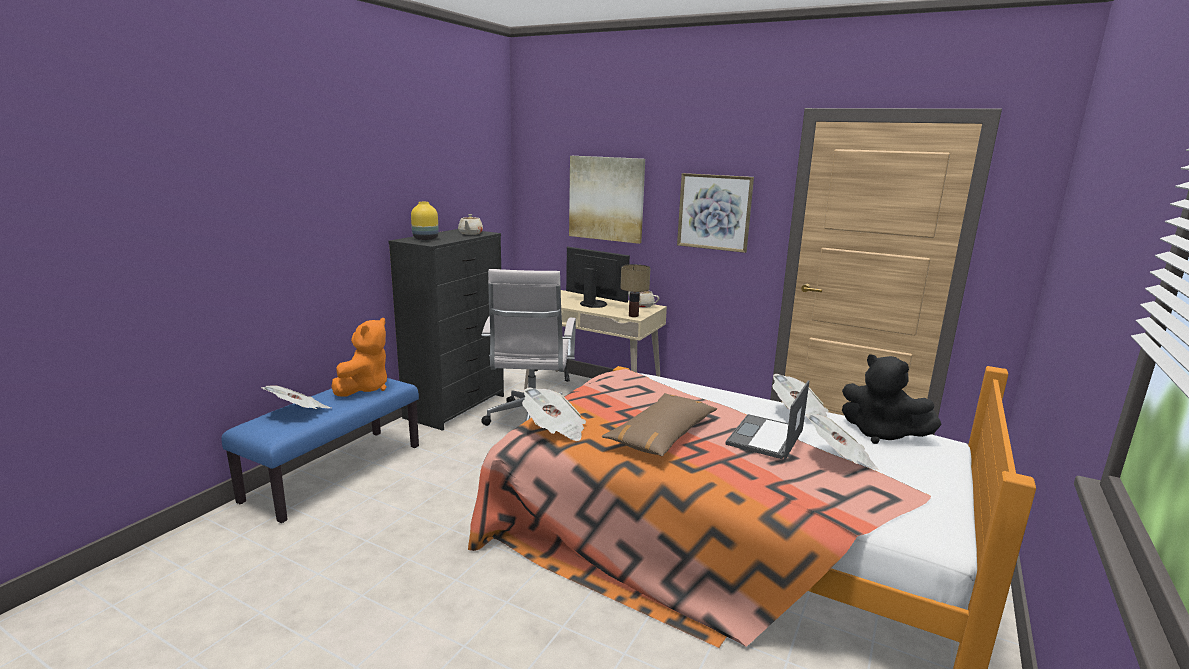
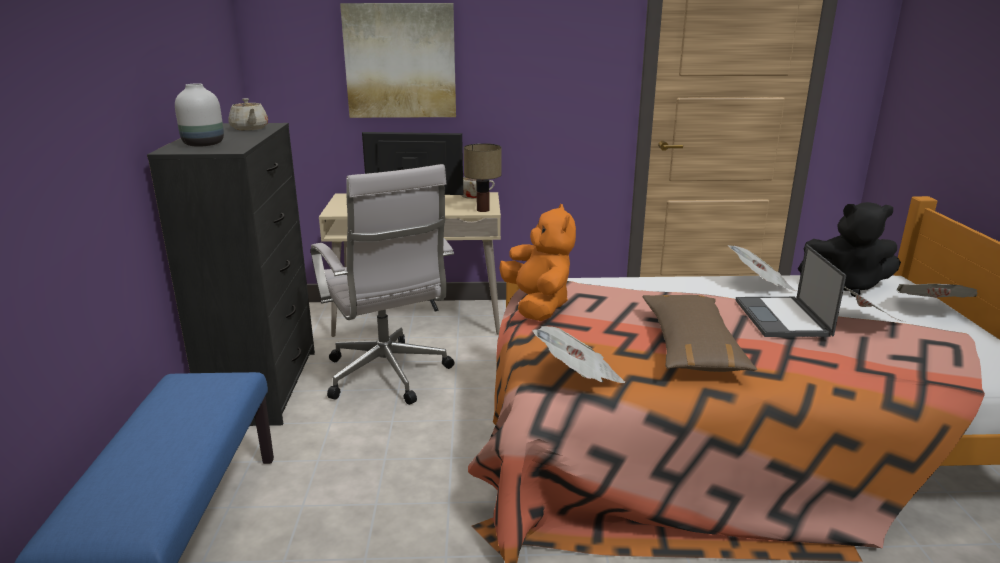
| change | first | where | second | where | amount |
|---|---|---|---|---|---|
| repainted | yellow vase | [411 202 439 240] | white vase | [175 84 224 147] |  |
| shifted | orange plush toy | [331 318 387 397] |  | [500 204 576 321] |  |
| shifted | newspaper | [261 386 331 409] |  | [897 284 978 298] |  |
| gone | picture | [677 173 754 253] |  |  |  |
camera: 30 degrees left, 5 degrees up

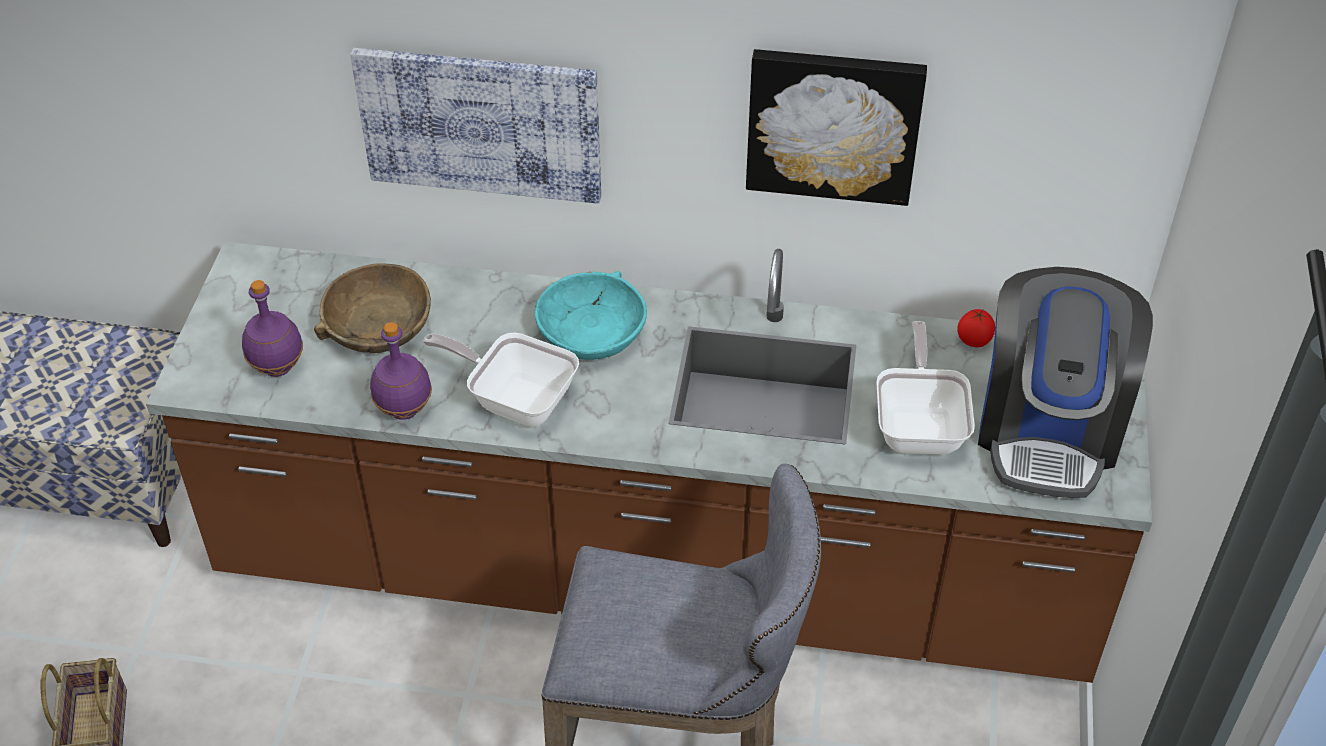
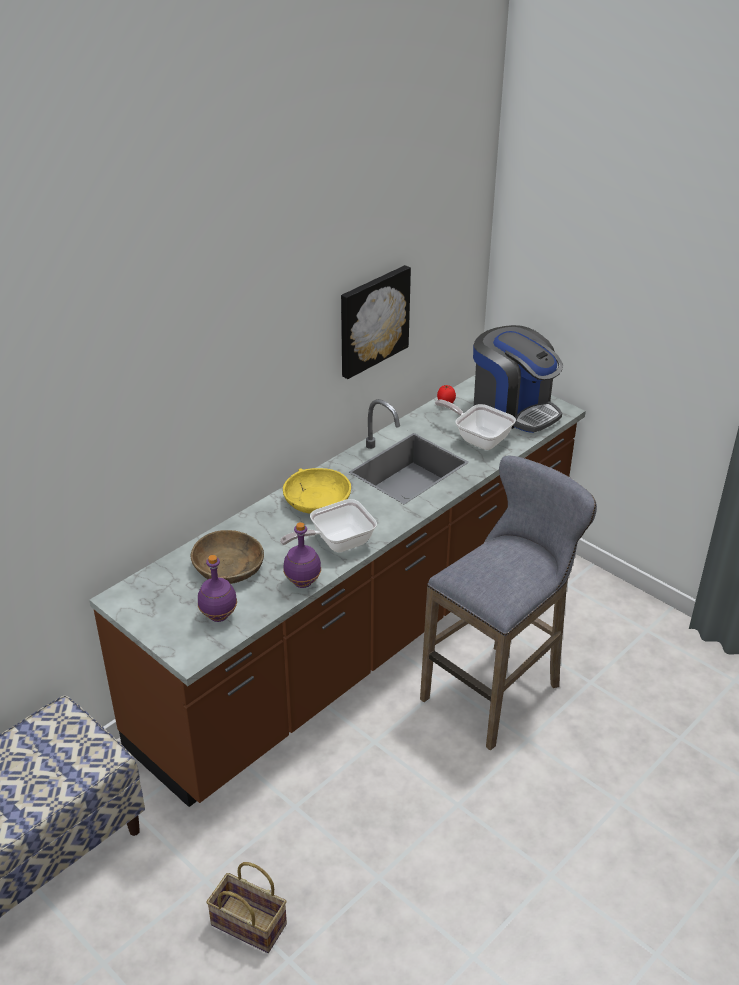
| change | first | where | second | where | amount |
|---|---|---|---|---|---|
| repainted | turquoise bowl | [535 271 647 360] | yellow bowl | [283 468 351 514] |  |
| gone | picture | [350 48 601 204] |  |  |  |
camera: 55 degrees left, 10 degrees down

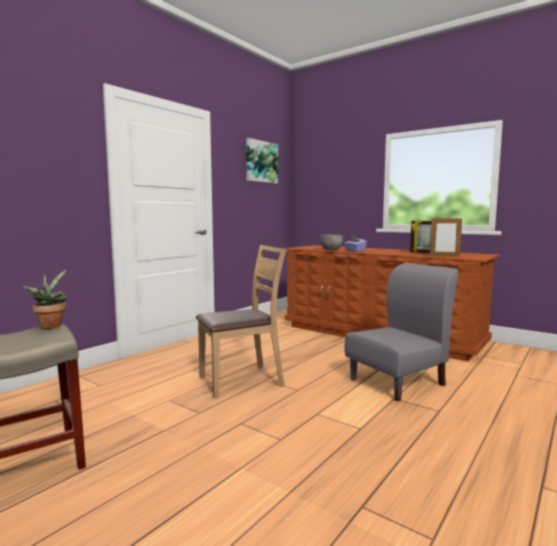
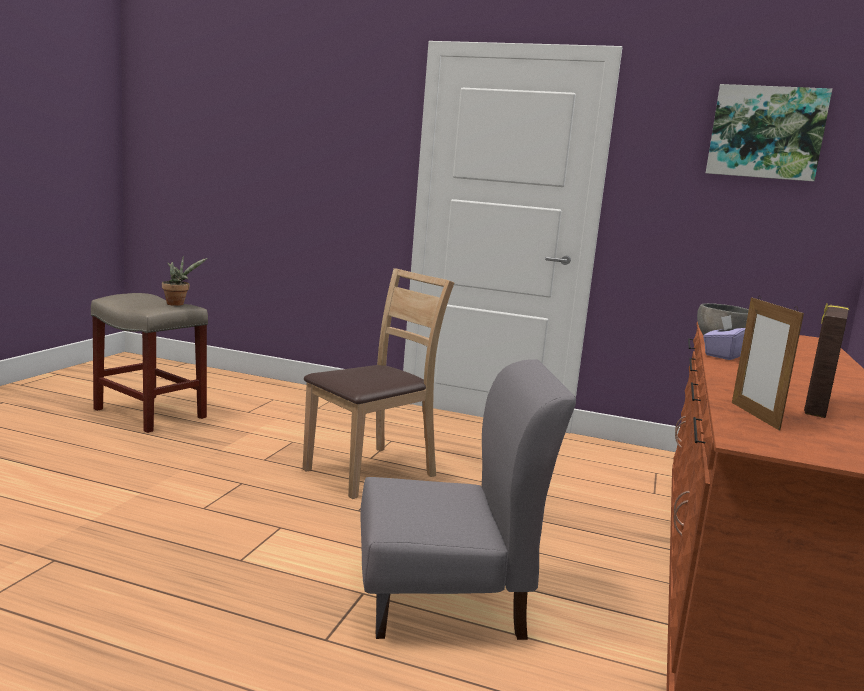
| change | first | where | second | where | amount |
|---|---|---|---|---|---|
| rotated | brown chair | [196 245 287 398] |  | [303 268 454 499] | 90 degrees counterclockwise |
| rotated | grey chair | [345 263 458 401] |  | [360 359 576 640] | 45 degrees counterclockwise |
camera: 70 degrees right, 5 degrees up

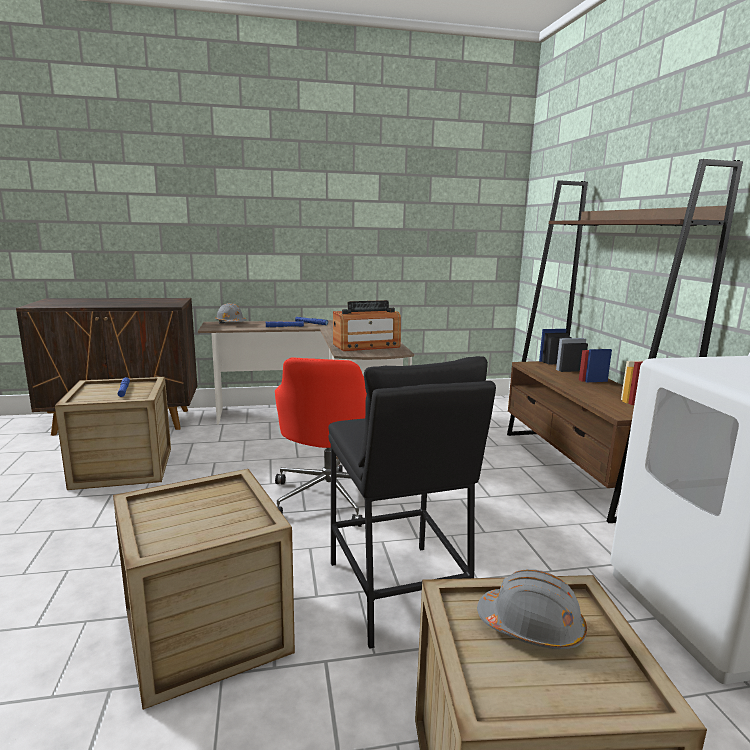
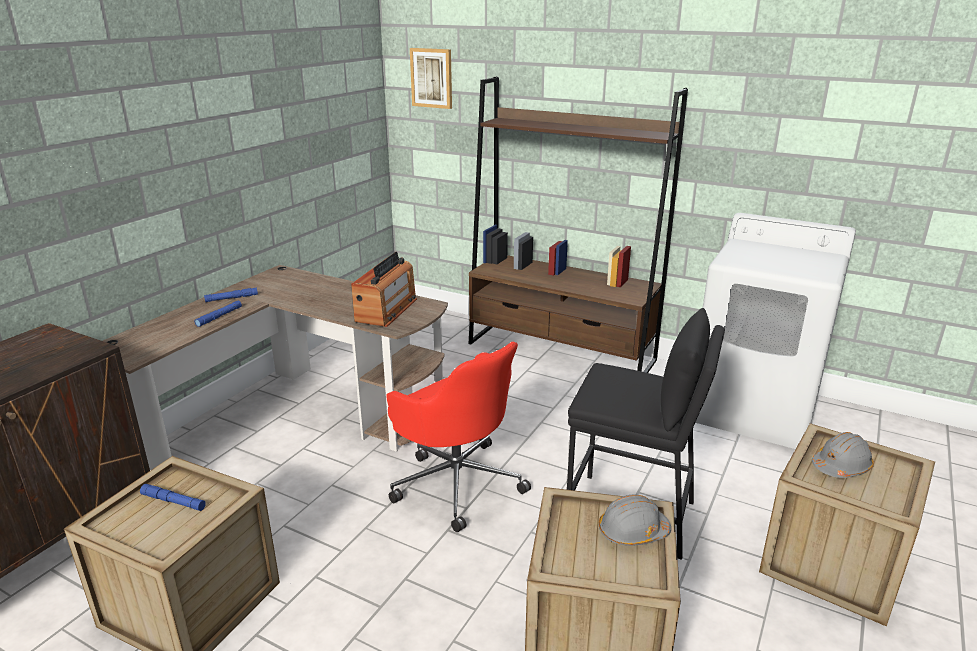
| change | first | where | second | where | amount |
|---|---|---|---|---|---|
| new |  |  | picture | [410 48 452 109] |  |
| shifted | grey hard hat | [215 303 247 322] |  | [598 494 671 546] |  |
camera: 50 degrees left, 10 degrees up

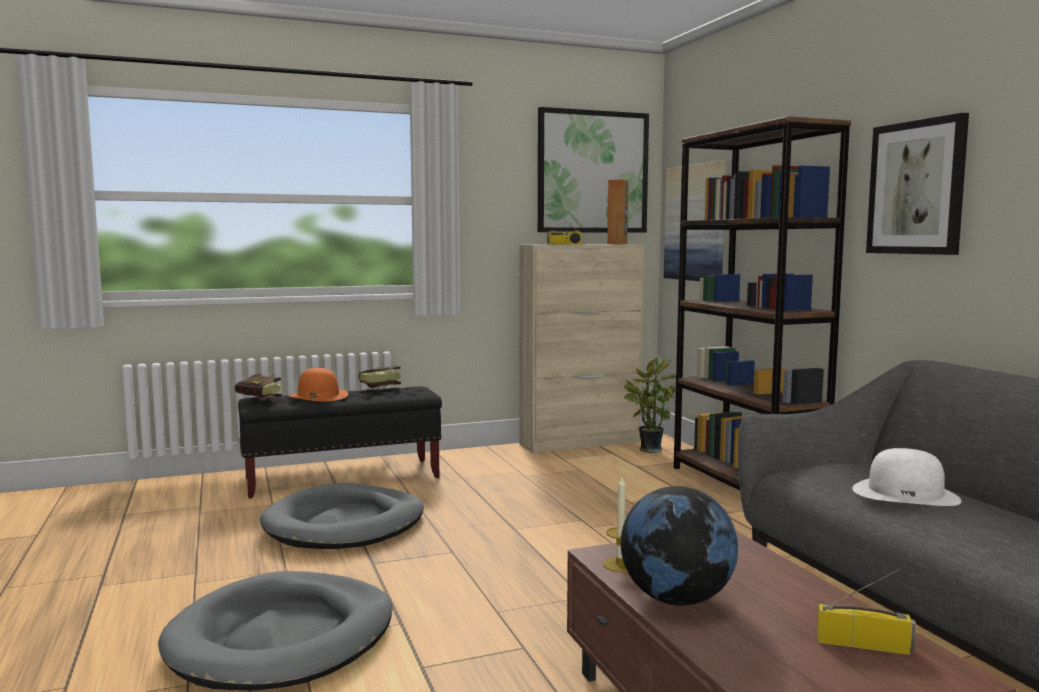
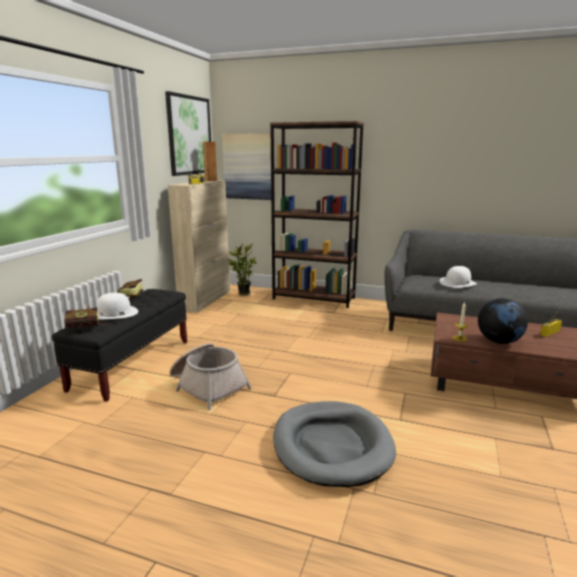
| change | first | where | second | where | amount |
|---|---|---|---|---|---|
| repainted | orange hat | [289 368 348 401] | white hat | [97 293 138 320] |  |
| swapped | grey dog bed | [260 483 424 549] | basket | [170 343 252 410] |  |
| gone | picture | [866 113 969 255] |  |  |  |
camera: 50 degrees left, 10 degrees up

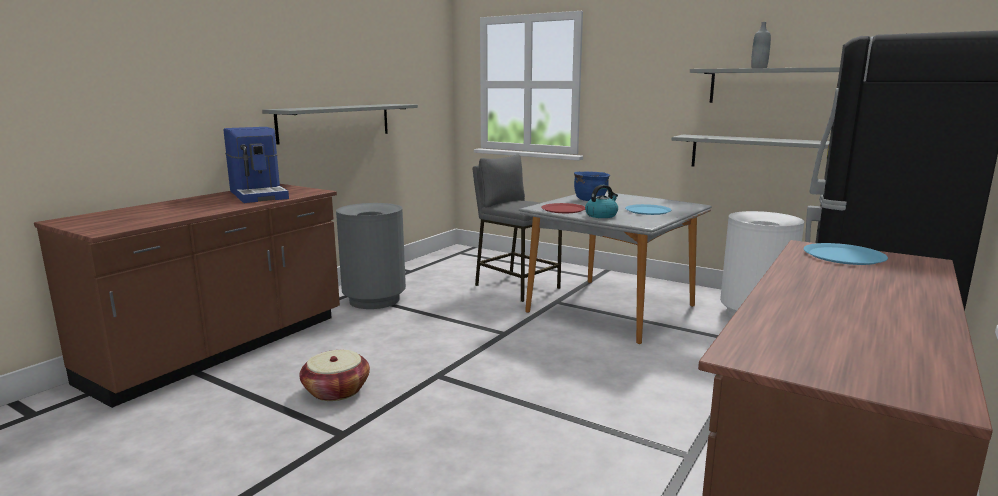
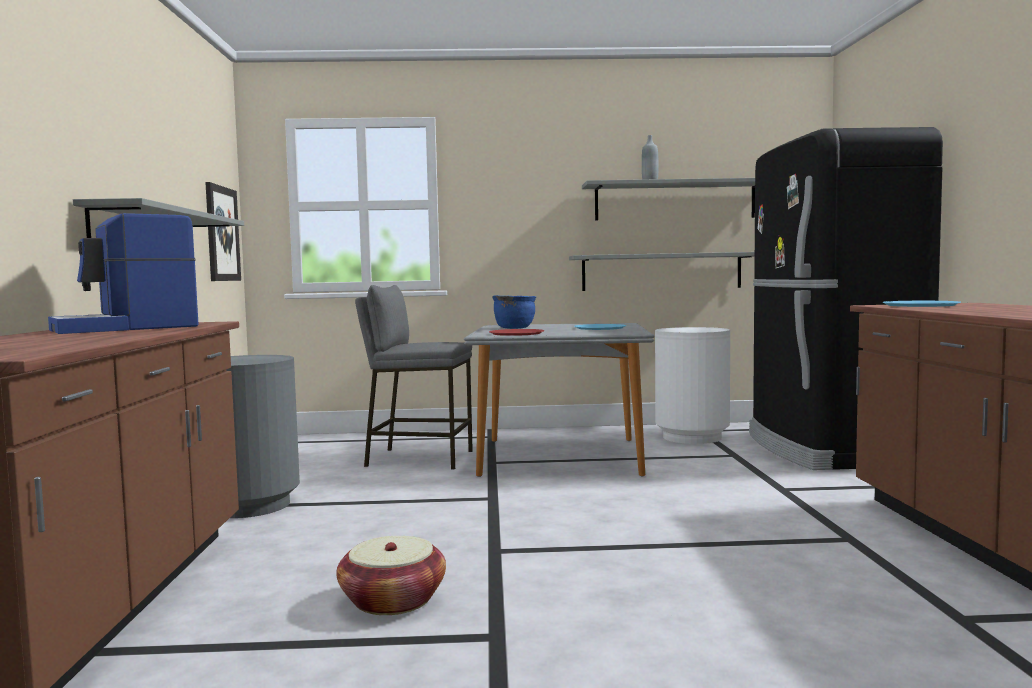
| change | first | where | second | where | amount |
|---|---|---|---|---|---|
| rotated | coffee machine | [223 127 289 203] |  | [48 213 199 334] | 120 degrees clockwise |
| new |  |  | picture | [205 182 241 281] |  |
| gone | kettle | [585 185 618 218] |  |  |  |
camera: 35 degrees left, 10 degrees down

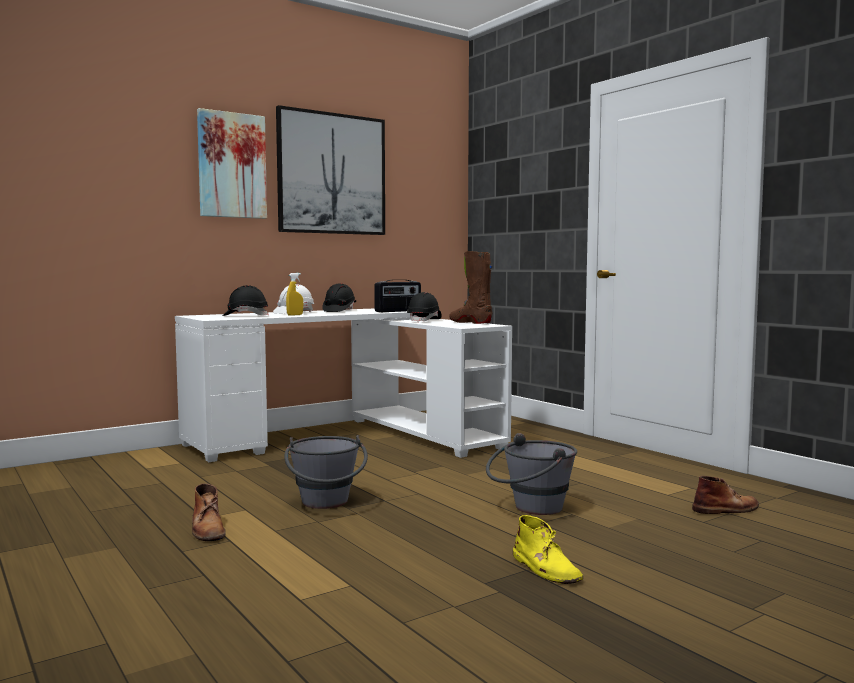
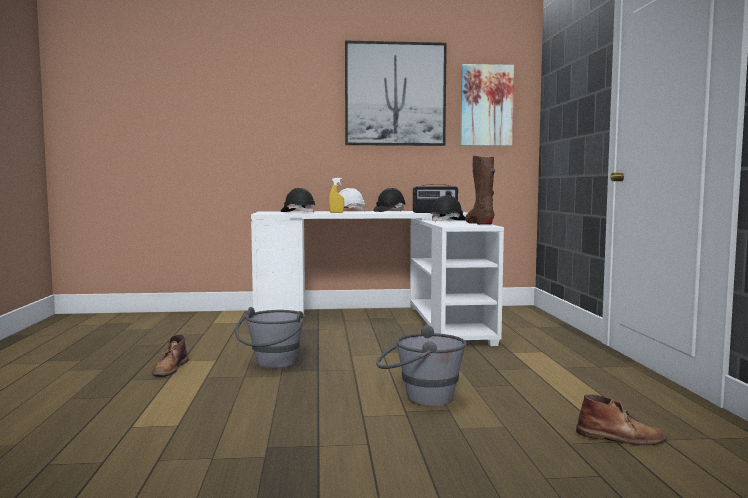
| change | first | where | second | where | amount |
|---|---|---|---|---|---|
| shifted | picture | [197 108 267 219] |  | [460 64 514 146] |  |
| gone | yellow boot | [513 515 583 584] |  |  |  |
camera: 30 degrees right, 0 degrees up

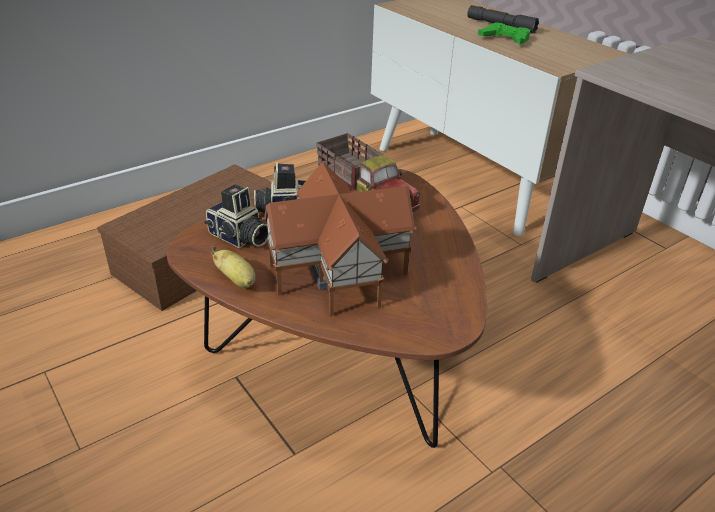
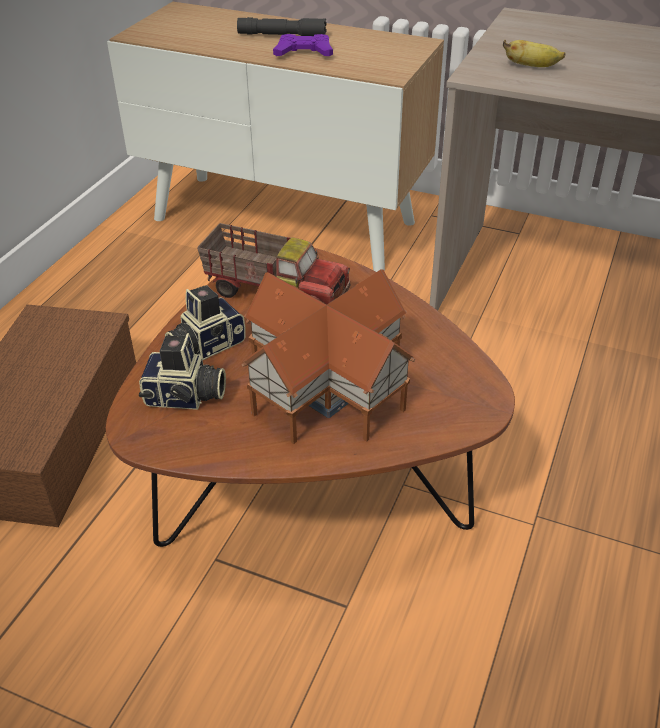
| change | first | where | second | where | amount |
|---|---|---|---|---|---|
| repainted | green game controller | [478 23 530 44] | purple game controller | [273 34 333 56] |  |
| shifted | banana | [211 246 256 288] |  | [503 40 565 67] |  |
camera: 30 degrees left, 5 degrees up

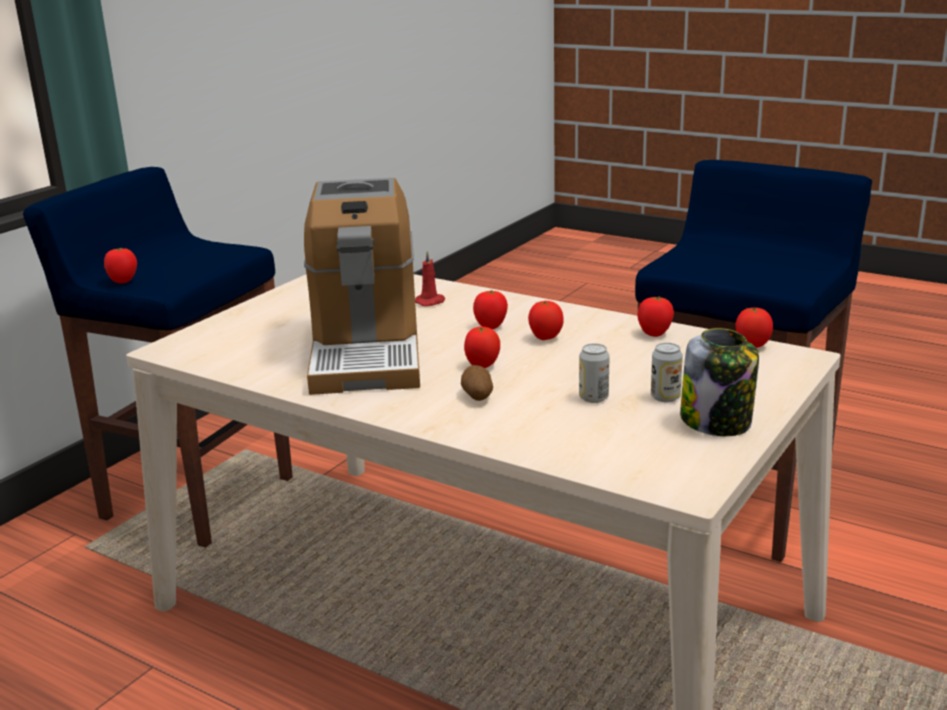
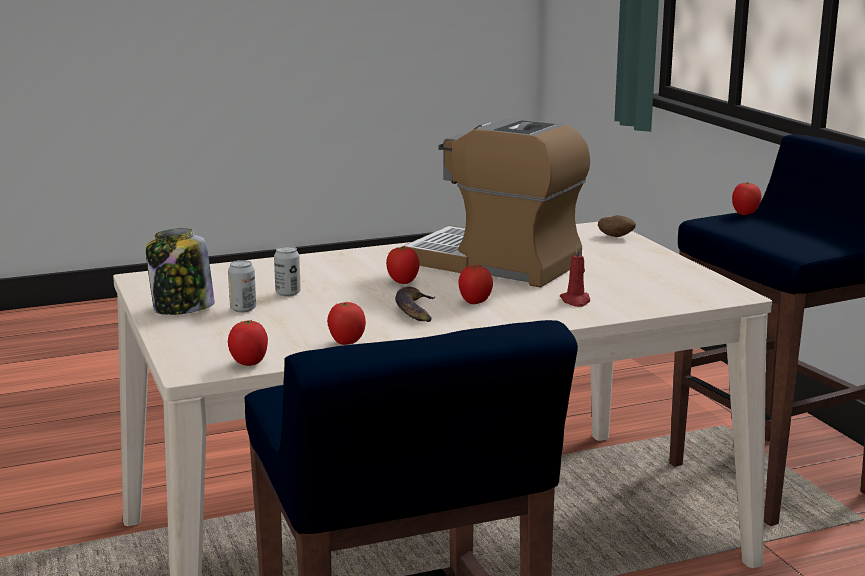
| change | first | where | second | where | amount |
|---|---|---|---|---|---|
| swapped | tomato | [528 301 564 340] | banana | [395 286 435 322] |  |
| shifted | potato | [461 365 493 401] |  | [598 215 636 237] |  |
camera: 125 degrees right, 5 degrees down

